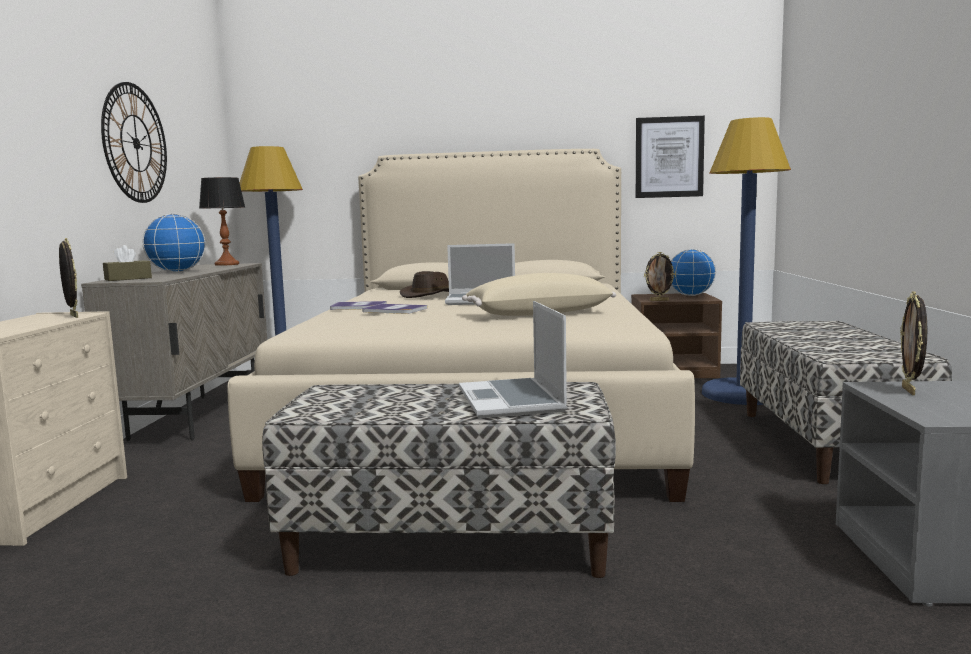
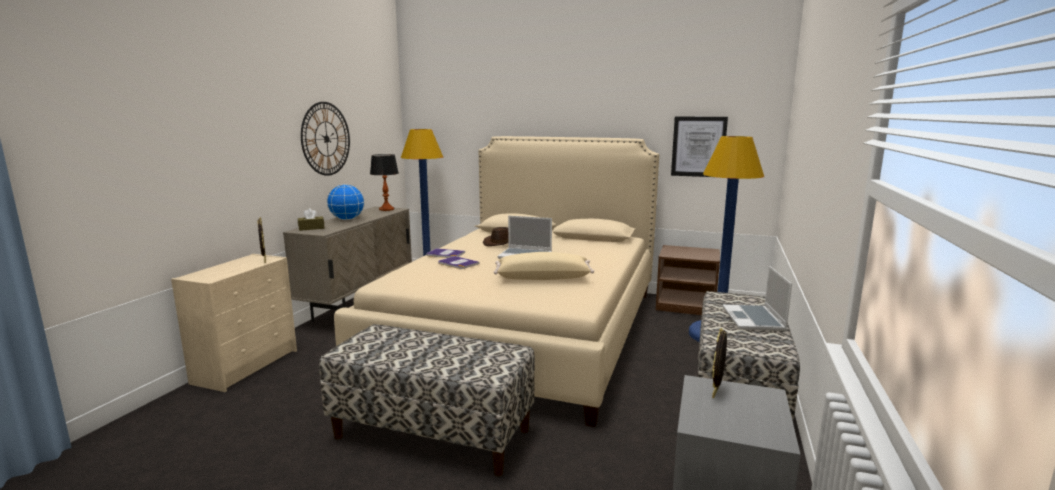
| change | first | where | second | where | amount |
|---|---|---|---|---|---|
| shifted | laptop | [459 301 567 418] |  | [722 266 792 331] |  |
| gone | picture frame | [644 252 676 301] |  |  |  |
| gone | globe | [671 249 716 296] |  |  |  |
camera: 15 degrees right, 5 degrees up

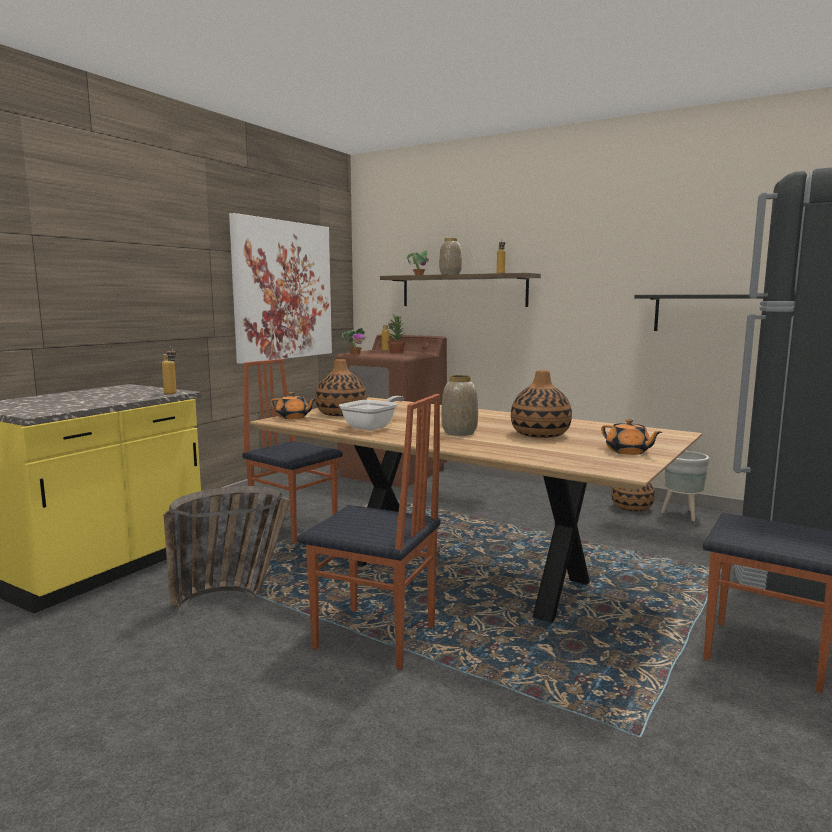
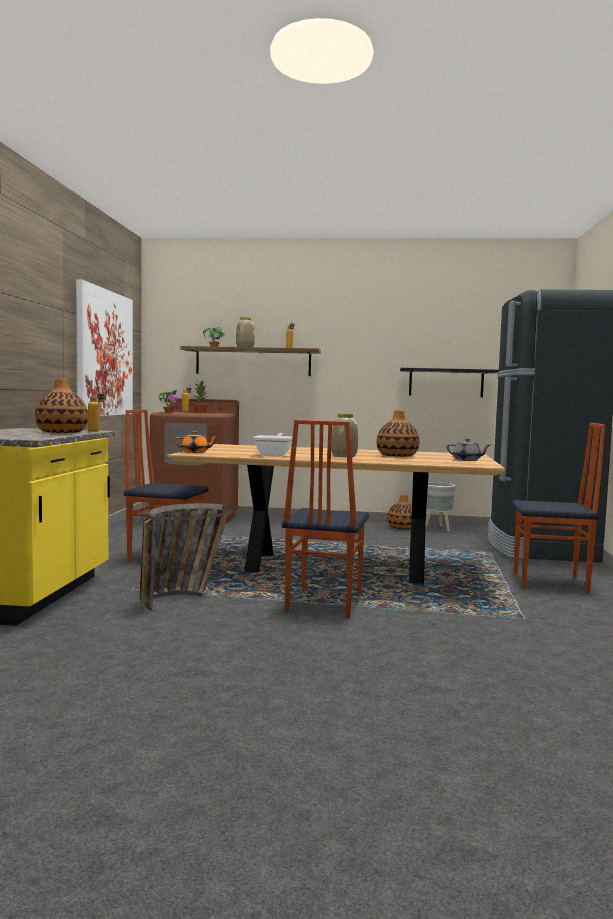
| change | first | where | second | where | amount |
|---|---|---|---|---|---|
| shifted | vase | [315 359 367 416] |  | [35 378 88 433] |  |
| rotated | chair | [298 394 440 670] |  | [282 420 369 619] | 105 degrees clockwise |
| repainted | orange teapot | [601 419 662 455] | grey teapot | [447 439 490 461] |  |
camera: 25 degrees left, 5 degrees down

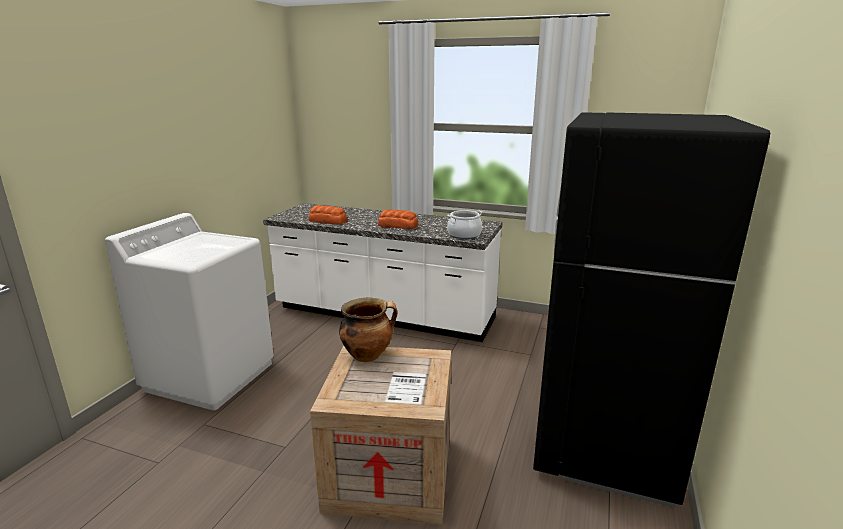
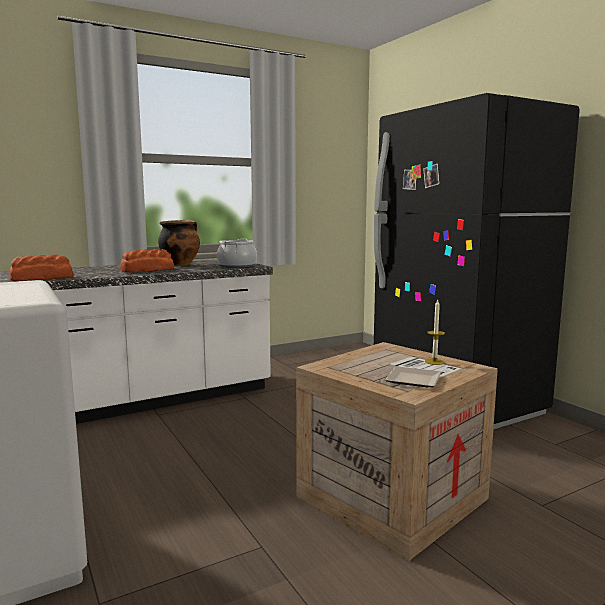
| change | first | where | second | where | amount |
|---|---|---|---|---|---|
| shifted | cooking pot | [339 298 397 362] |  | [158 219 200 266] |  |
| new |  |  | plate | [385 366 441 387] |  |
| new |  |  | candle | [425 300 445 365] |  |
camera: 50 degrees left, 10 degrees down

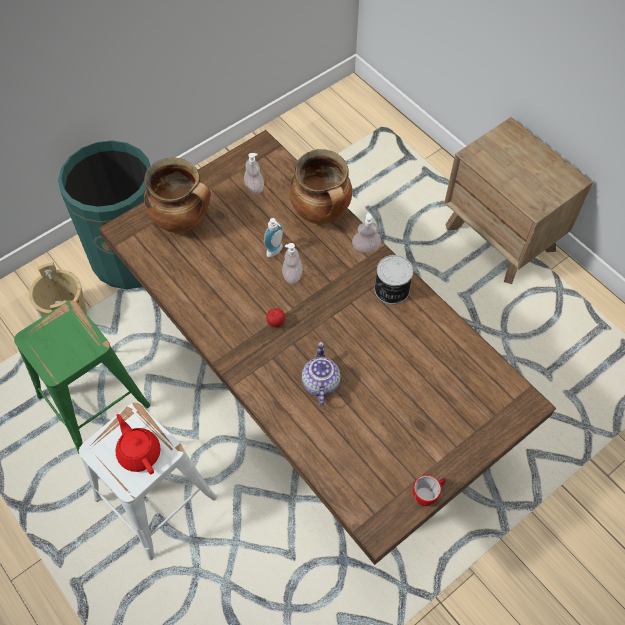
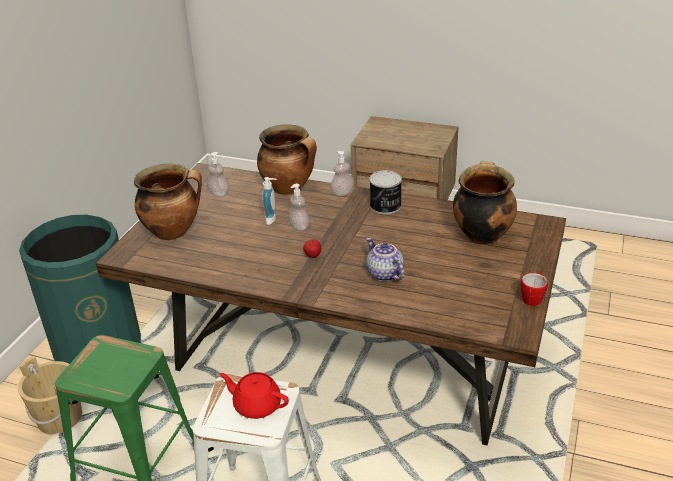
| change | first | where | second | where | amount |
|---|---|---|---|---|---|
| new |  |  | cooking pot | [453 161 517 245] |  |
camera: 30 degrees left, 25 degrees down

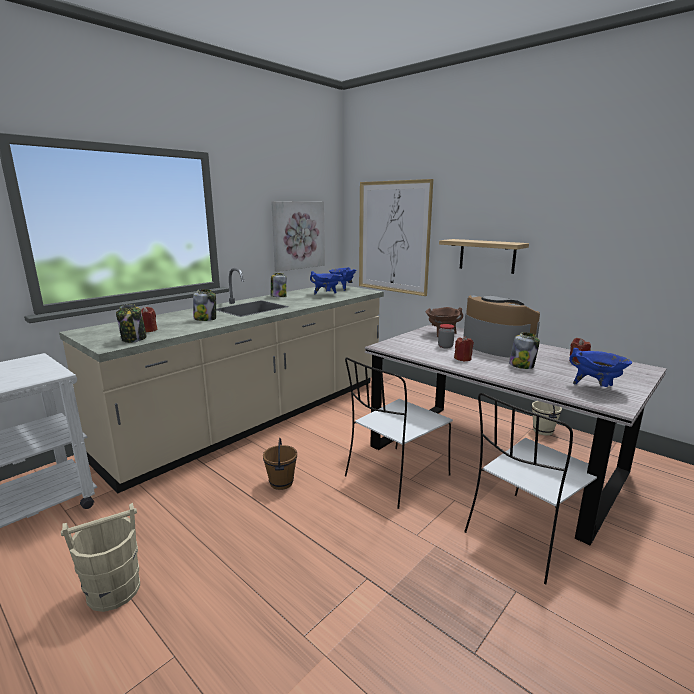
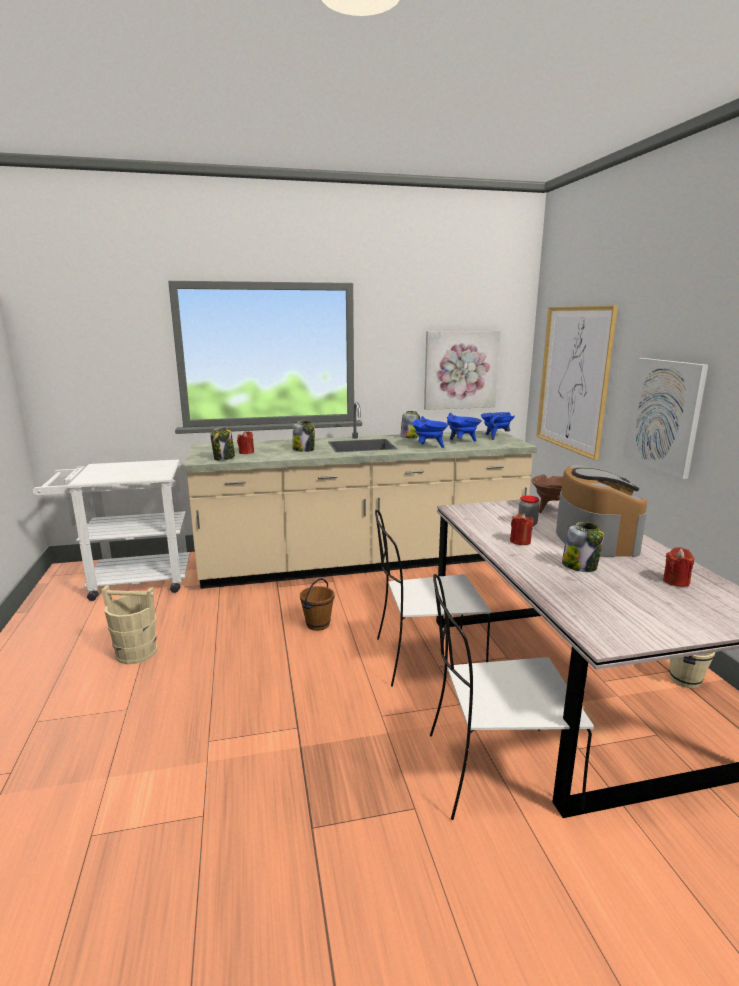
| change | first | where | second | where | amount |
|---|---|---|---|---|---|
| shifted | blue cooking pot | [569 348 632 387] |  | [412 416 448 448] |  |
| swapped | shelf | [439 239 529 274] | picture | [623 358 708 479] |  |
camera: 35 degrees right, 0 degrees up

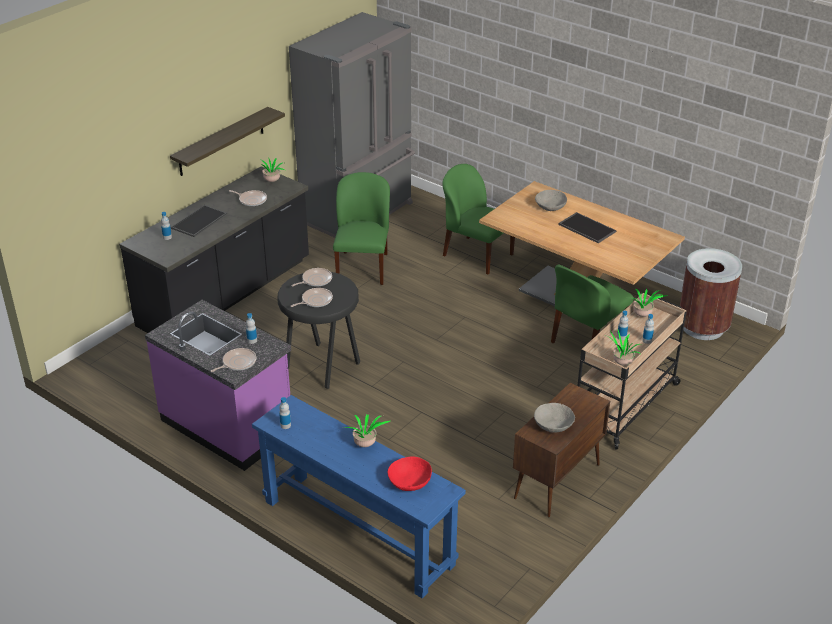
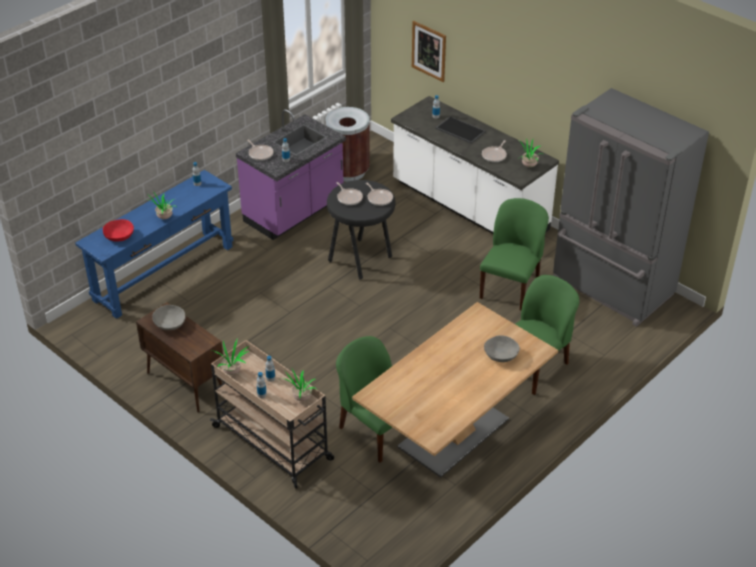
| change | first | where | second | where | amount |
|---|---|---|---|---|---|
| shifted | brown trash can | [680 248 742 340] |  | [326 107 370 182] |  |
| repainted | black counter | [119 166 309 333] | white counter | [391 96 559 234] |  |
| new |  |  | picture | [412 21 446 82] |  |
| rotated | green chair | [333 172 390 285] |  | [480 198 549 310] | 75 degrees counterclockwise |
| gone | shelf | [170 107 285 176] |  |  |  |
| gone | tray | [558 212 616 243] |  |  |  |
camera: 95 degrees right, 5 degrees up

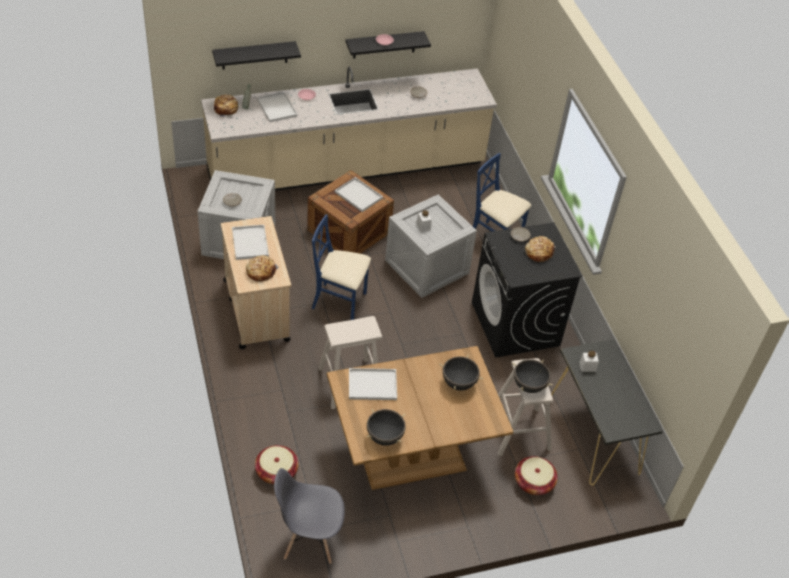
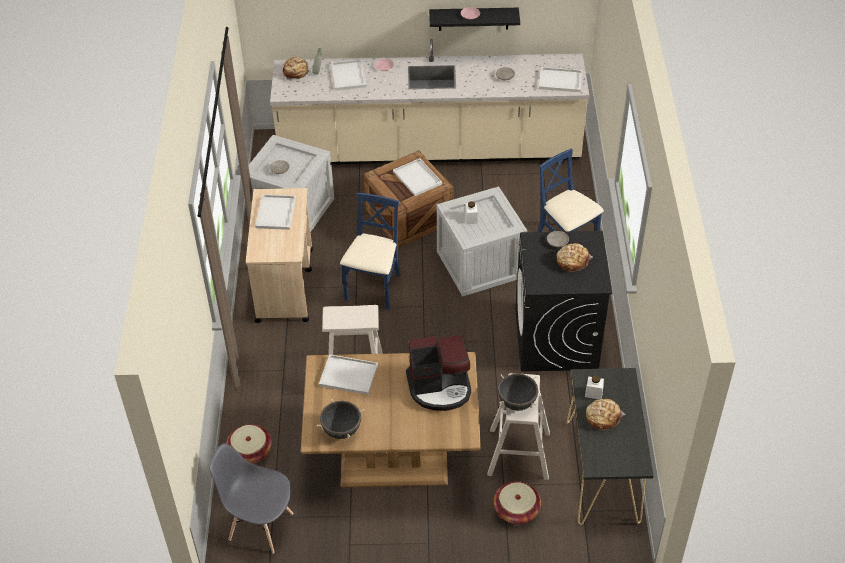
| change | first | where | second | where | amount |
|---|---|---|---|---|---|
| rotated | blue chair | [312 214 371 320] |  | [340 193 400 310] | 75 degrees clockwise |
| swapped | black cooking pot | [439 355 483 391] | coffee machine | [406 335 471 411] |  |
| new |  |  | white tray | [539 67 582 92] |  |
| shifted | bread | [246 255 279 282] |  | [586 399 625 430] |  |
| gone | black shelf | [212 41 301 69] |  |  |  |
camera: 20 degrees right, 0 degrees up

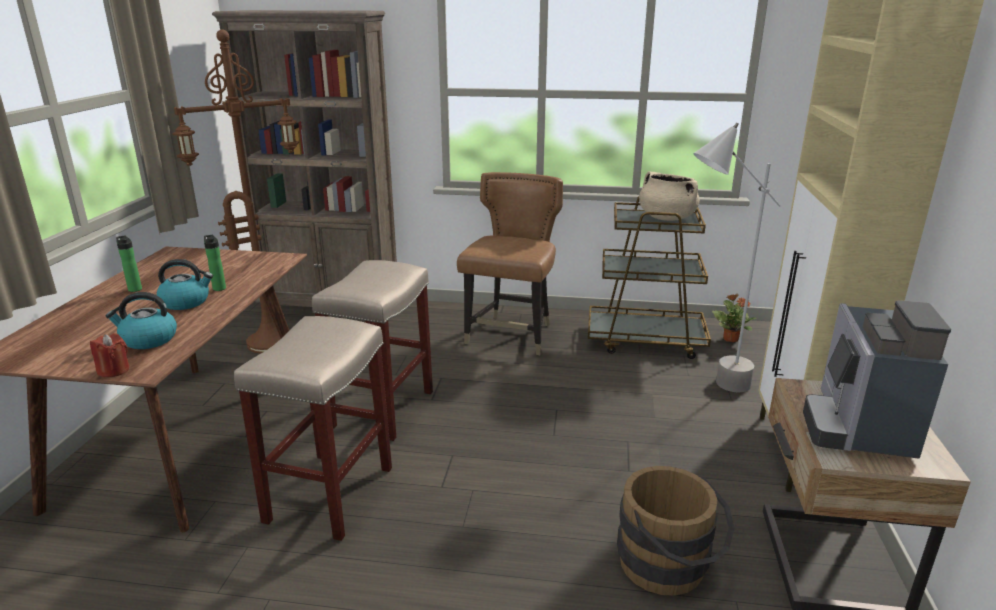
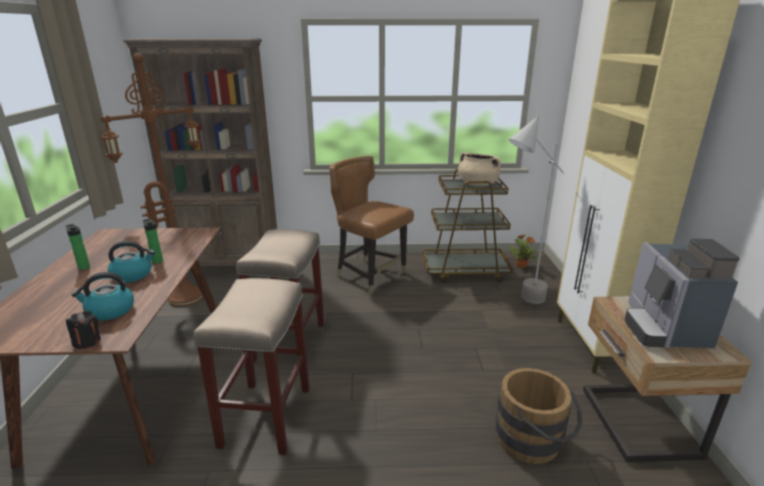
| change | first | where | second | where | amount |
|---|---|---|---|---|---|
| repainted | red candle | [90 333 129 377] | black candle | [66 310 101 349] |  |
| rotated | brown chair | [457 172 563 355] |  | [329 156 414 294] | 60 degrees counterclockwise |
camera: 10 degrees left, 0 degrees up

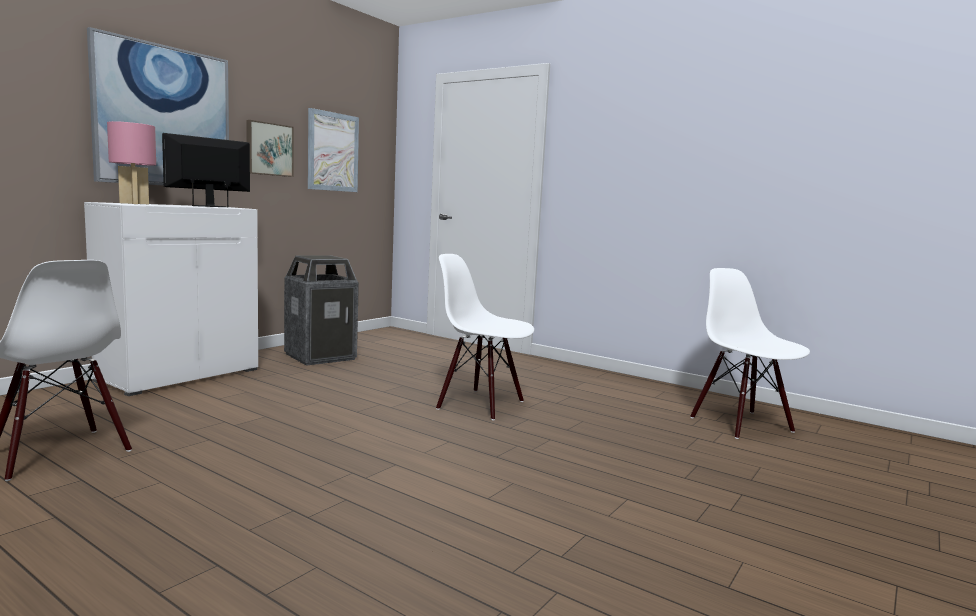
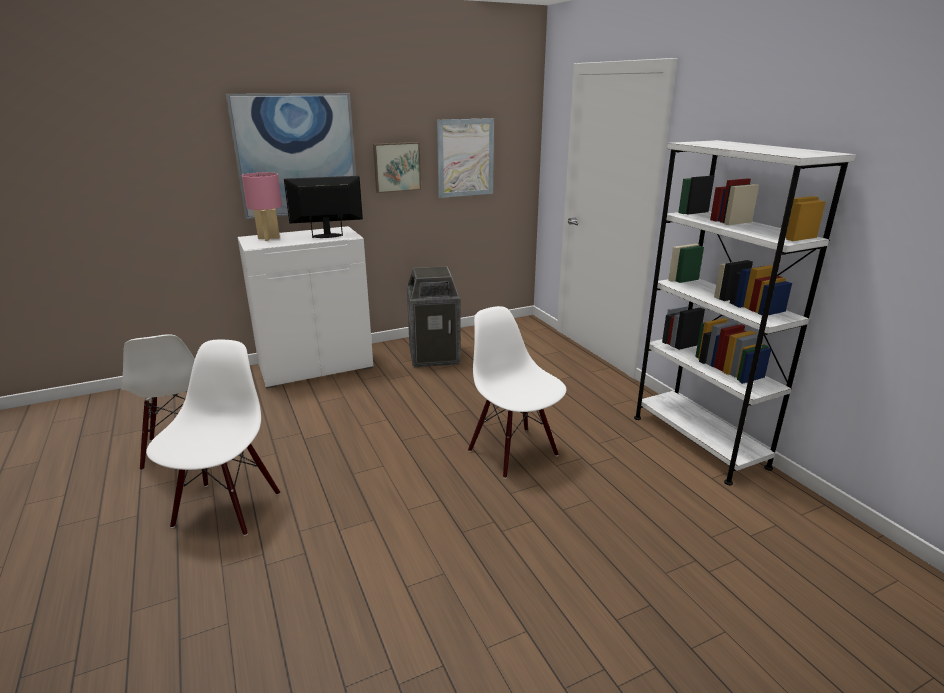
| change | first | where | second | where | amount |
|---|---|---|---|---|---|
| shifted | white chair | [690 268 810 439] |  | [146 340 280 536] |  |
| new |  |  | white bookcase | [634 140 856 485] |  |
camera: 30 degrees right, 15 degrees up

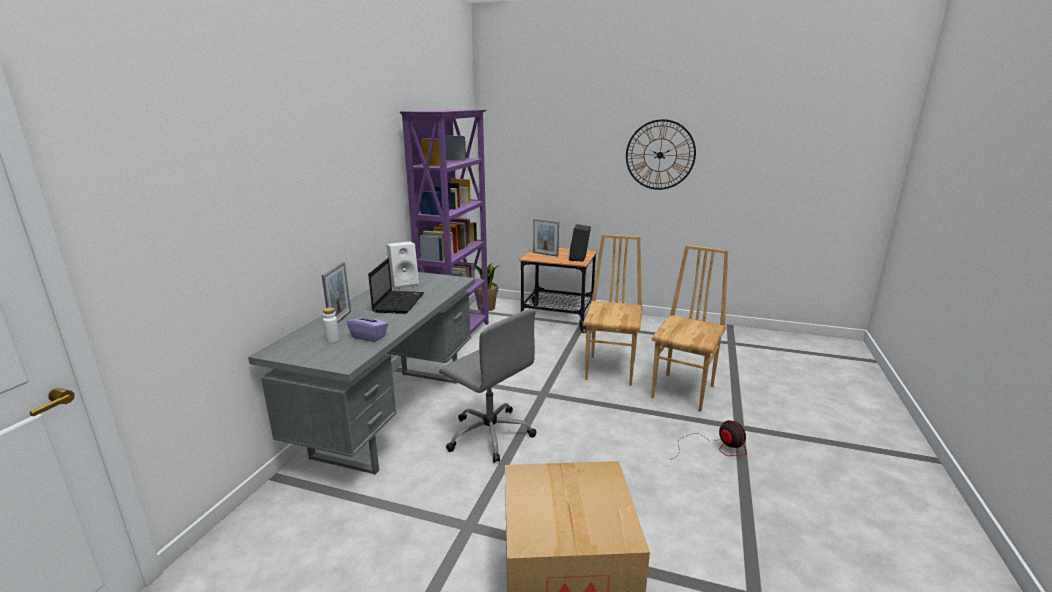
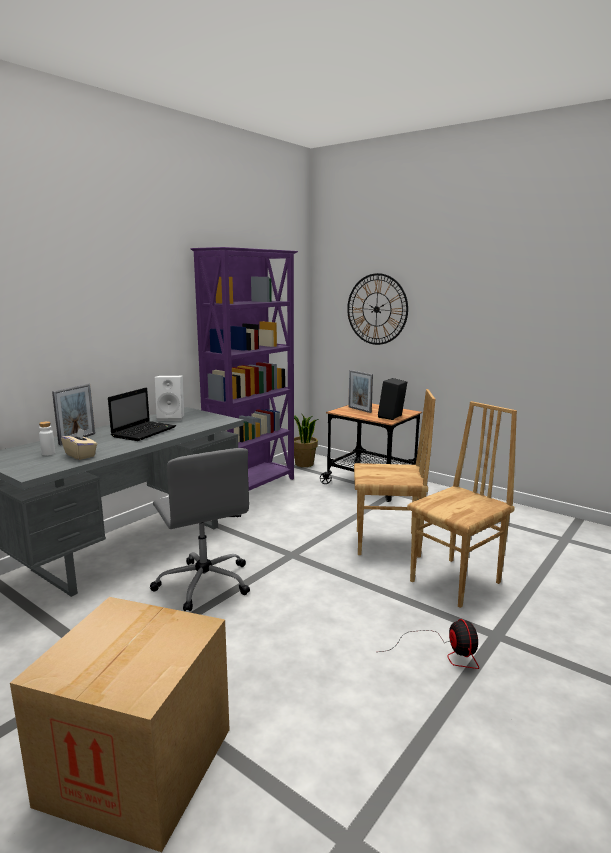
| change | first | where | second | where | amount |
|---|---|---|---|---|---|
| repainted | purple tissue box | [347 309 388 342] | beige tissue box | [61 428 97 460] |  |
| shifted | wall clock | [626 119 696 190] |  | [347 273 408 345] |  |
| rotated | brown chair | [583 234 643 386] |  | [354 389 436 558] | 60 degrees clockwise |
camera: 20 degrees right, 5 degrees down

